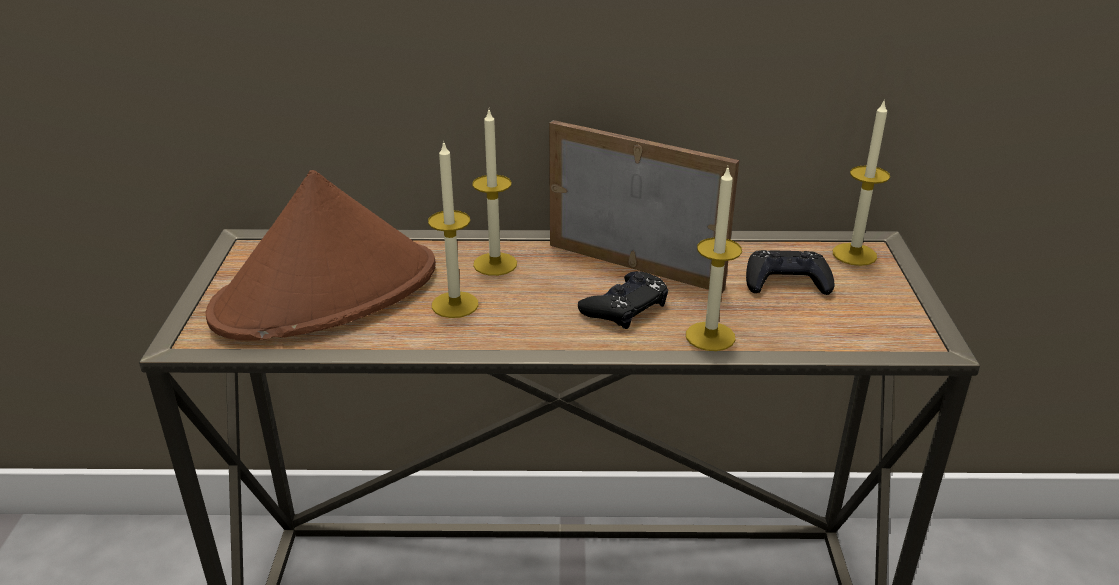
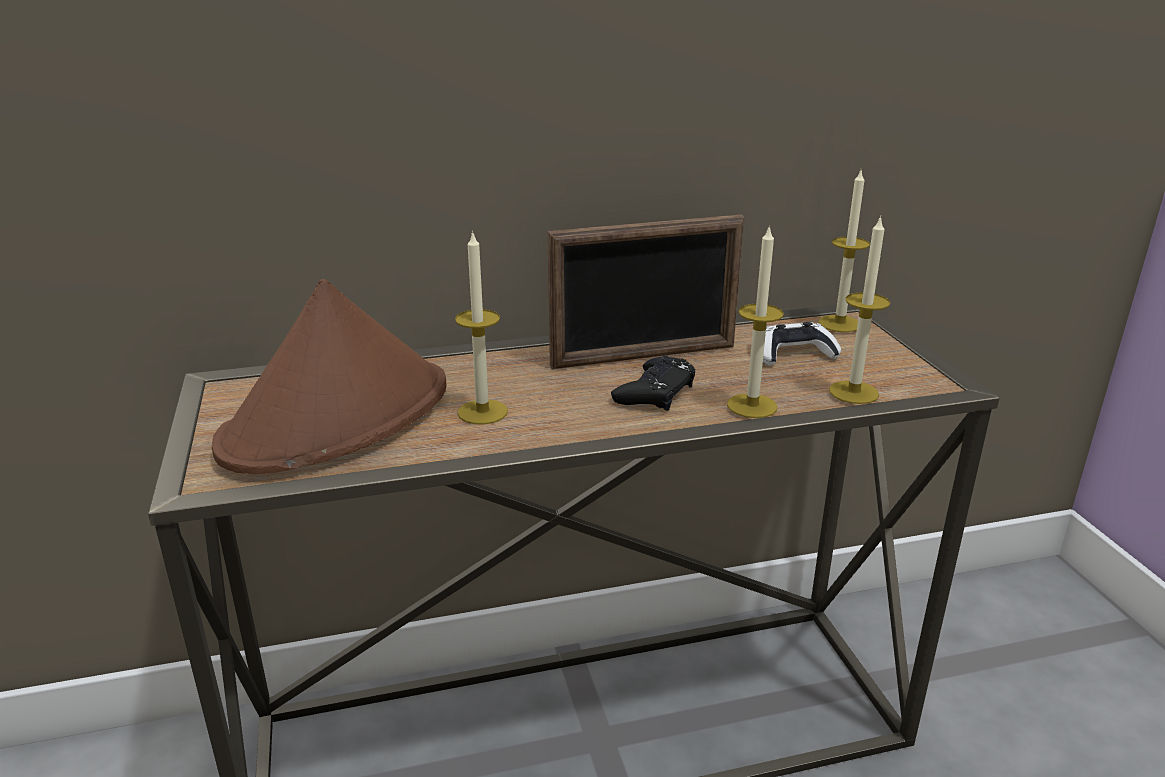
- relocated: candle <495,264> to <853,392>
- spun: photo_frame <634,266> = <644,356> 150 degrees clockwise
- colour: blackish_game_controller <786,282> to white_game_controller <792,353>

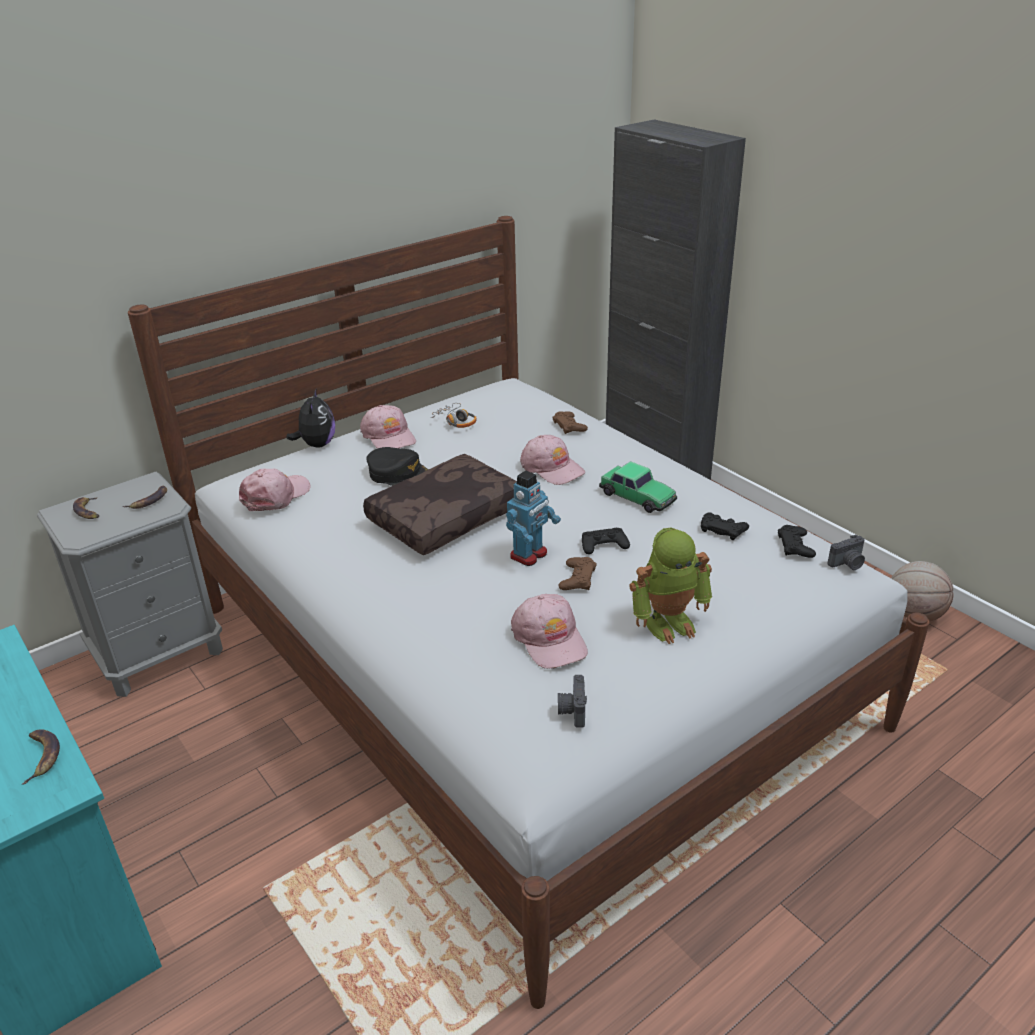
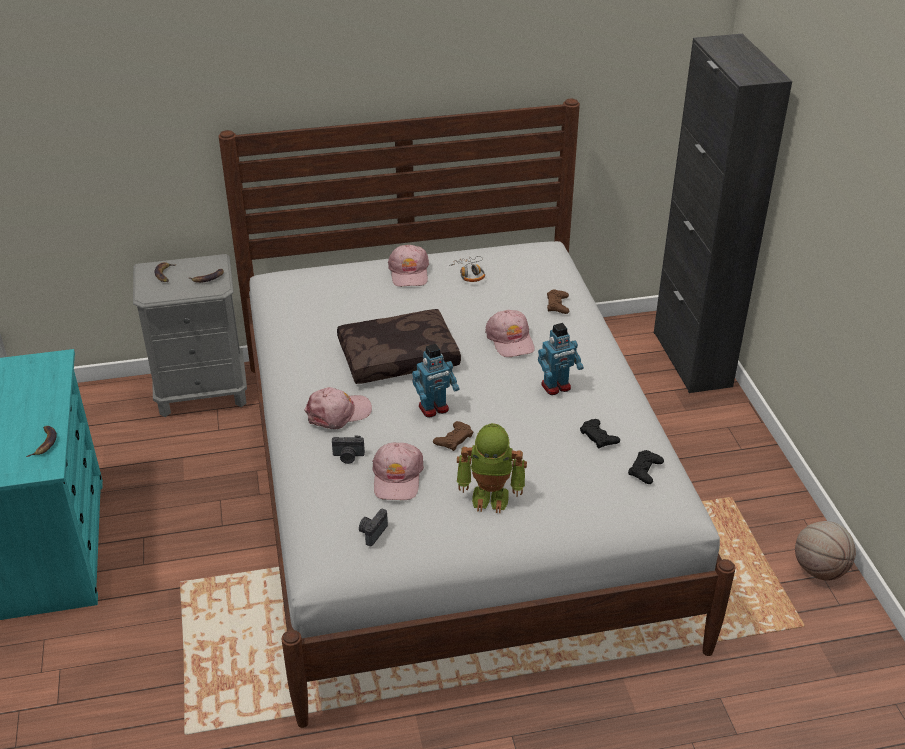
- relocated: pink_peaked_cap <276,496> to <338,413>
- missing: soft_toy <317,444>
- missing: blackish_peaked_cap <399,474>
- missing: blackish_game_controller <604,545>
- exchanged: model_car <637,497> to toy_robot <556,387>
- relocated: photo_camera <847,564> to <348,457>

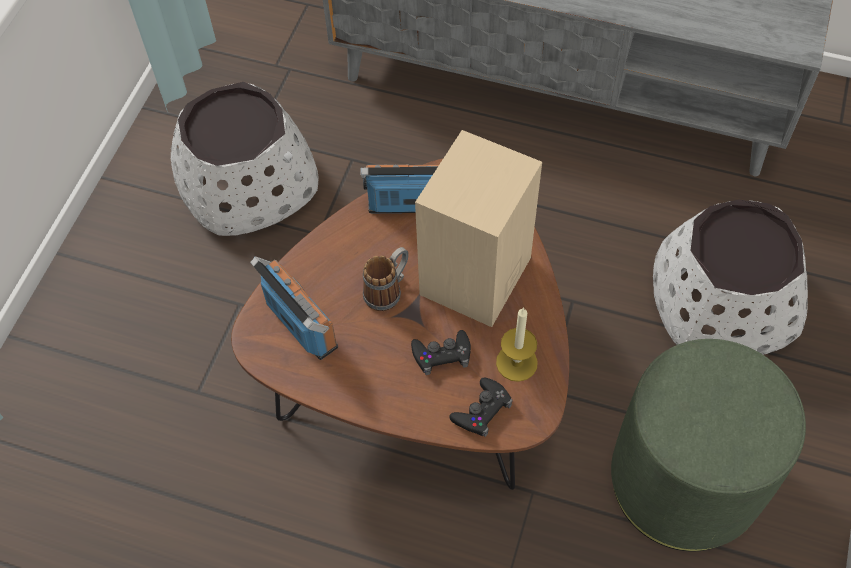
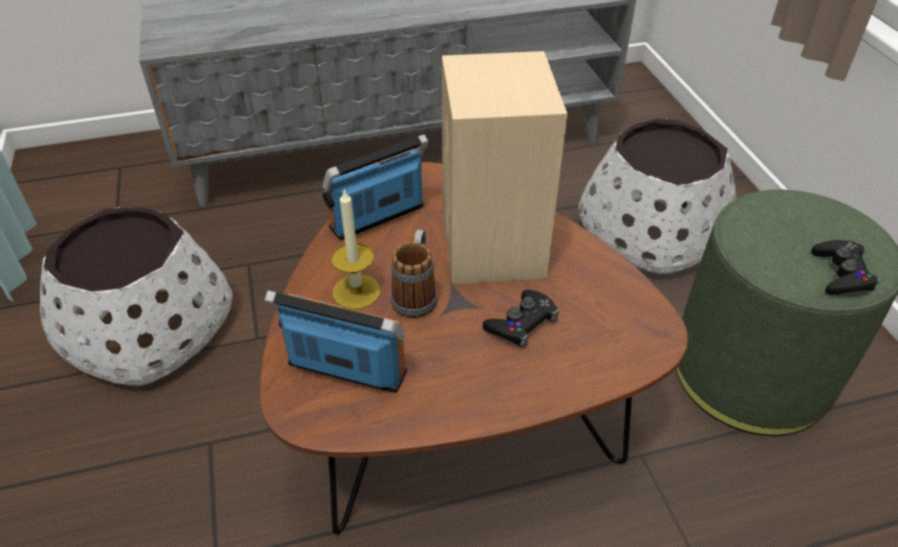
- relocated: blackish_game_controller <482,410> to <841,274>
- relocated: candle <516,362> to <356,292>

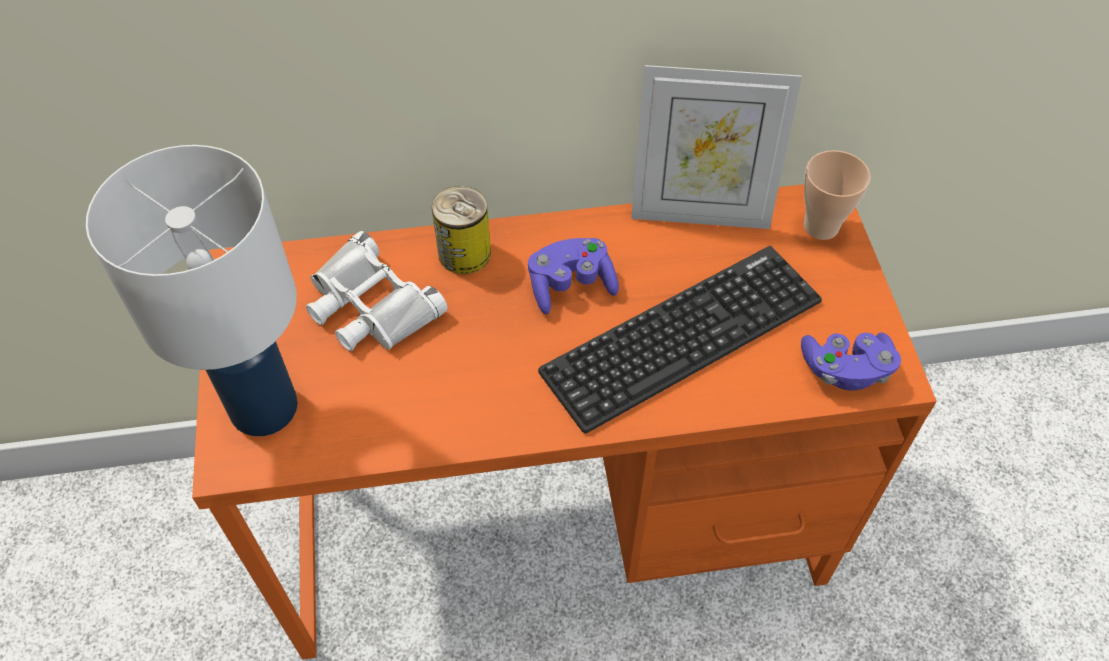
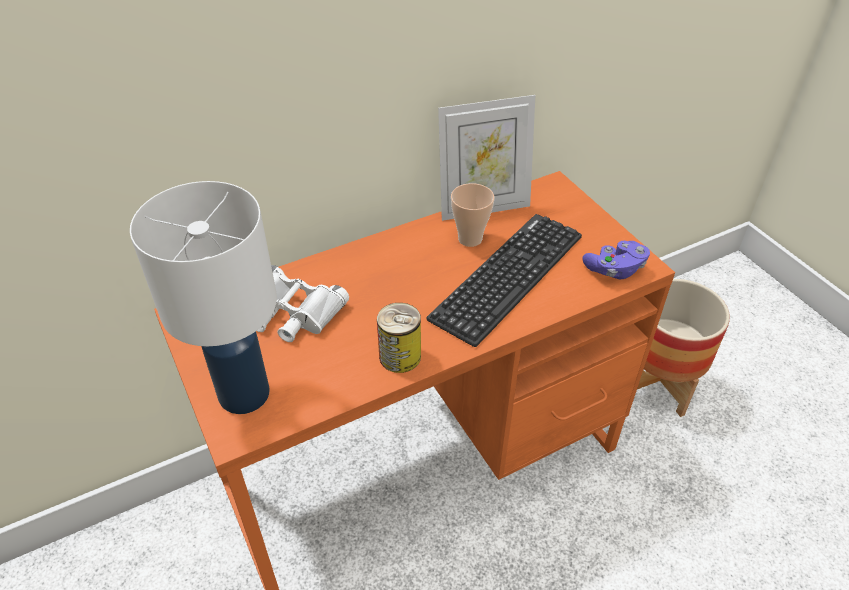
- relocated: sealed_can <464,253> to <400,356>
- missing: purple_game_controller <571,286>
- relocated: drinking_cup <821,227> to <470,239>
- appeared: plant_pot <658,386>

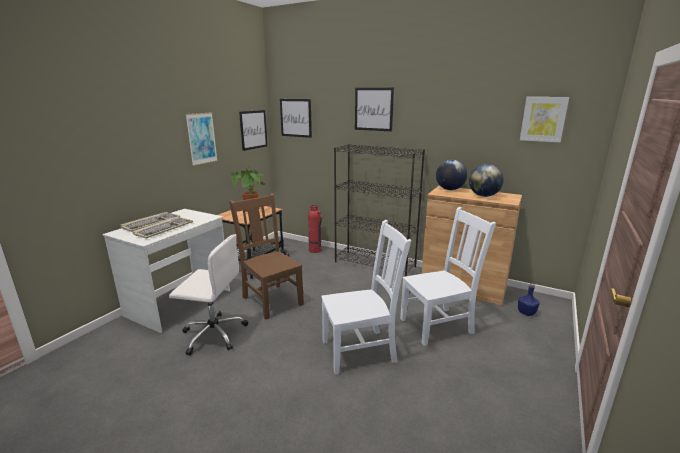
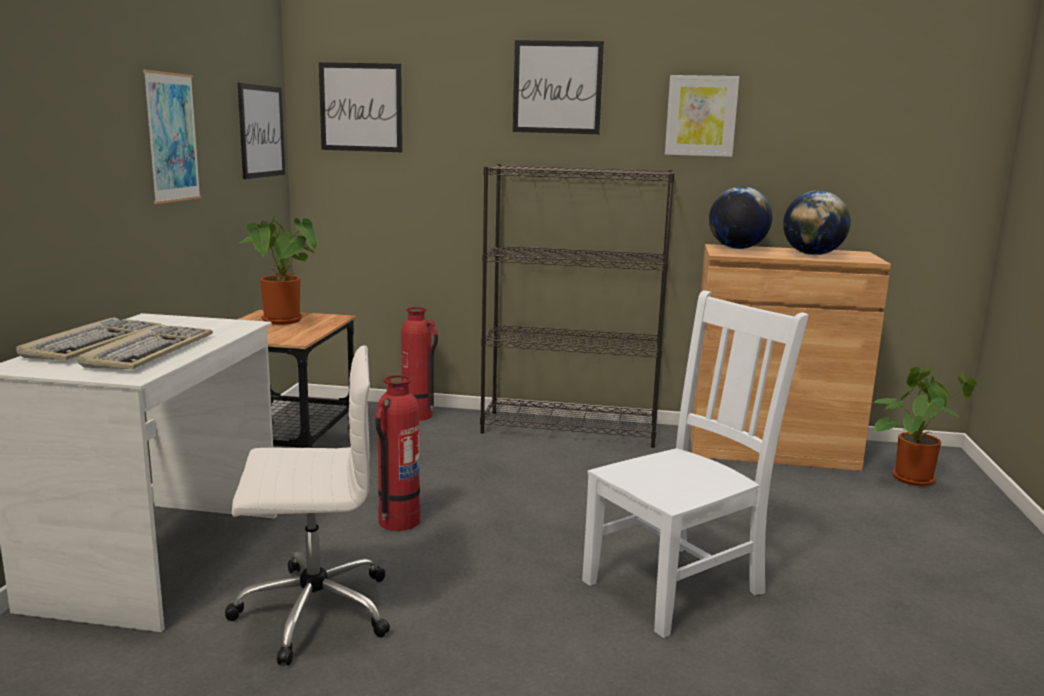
- exchanged: brown-coloured_plain_chair <271,300> to extinguisher <398,521>
- missing: white_plain_chair <438,325>
- exchanged: blue-coloured_drink_bottle <526,313> to plant_in_a_pot <912,477>
- relocated: wall_picture <543,119> to <701,116>

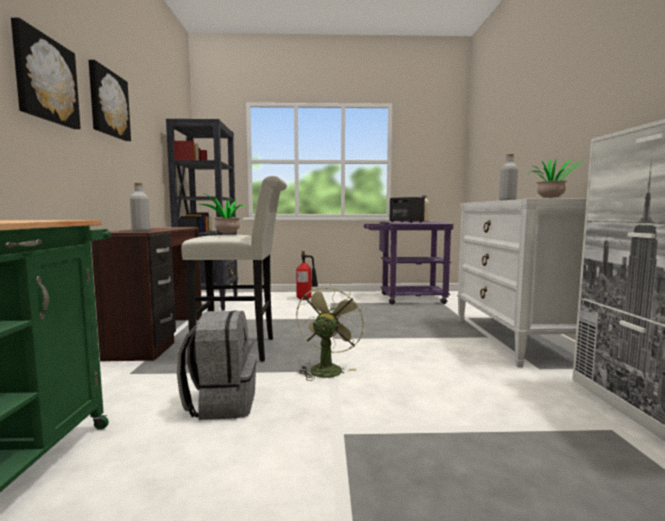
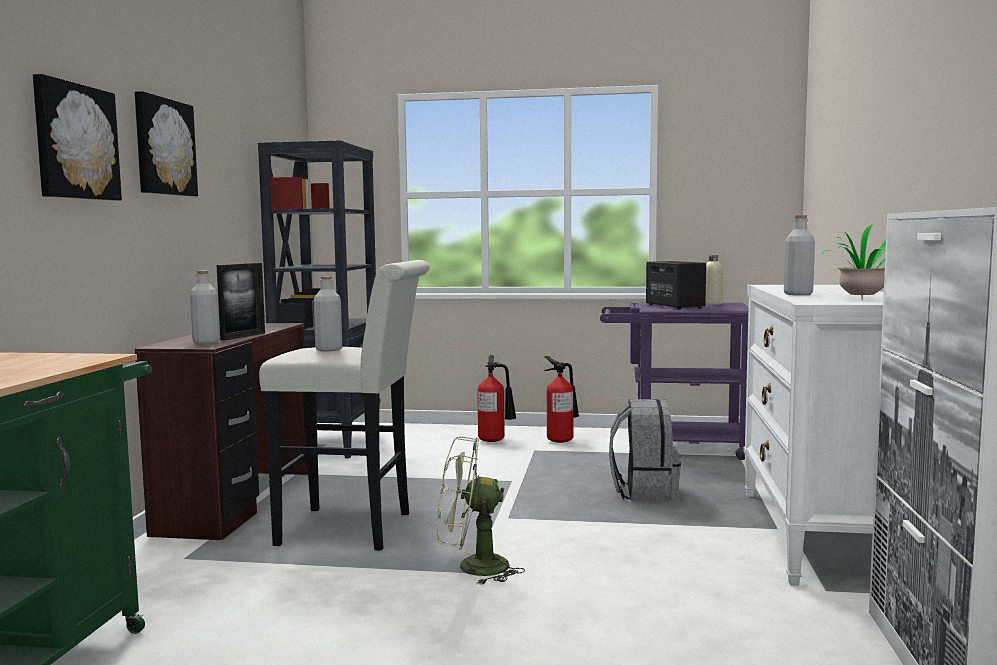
- relocated: grey_rucksack <221,404> to <644,492>
- exchanged: plant_in_a_pot <226,234> to grey_drink_bottle <329,349>
- spun: green-coloured_electric_fan <327,368> = <472,568> 120 degrees counterclockwise
- appeared: photo_frame <243,336>
- appeared: extinguisher <562,440>

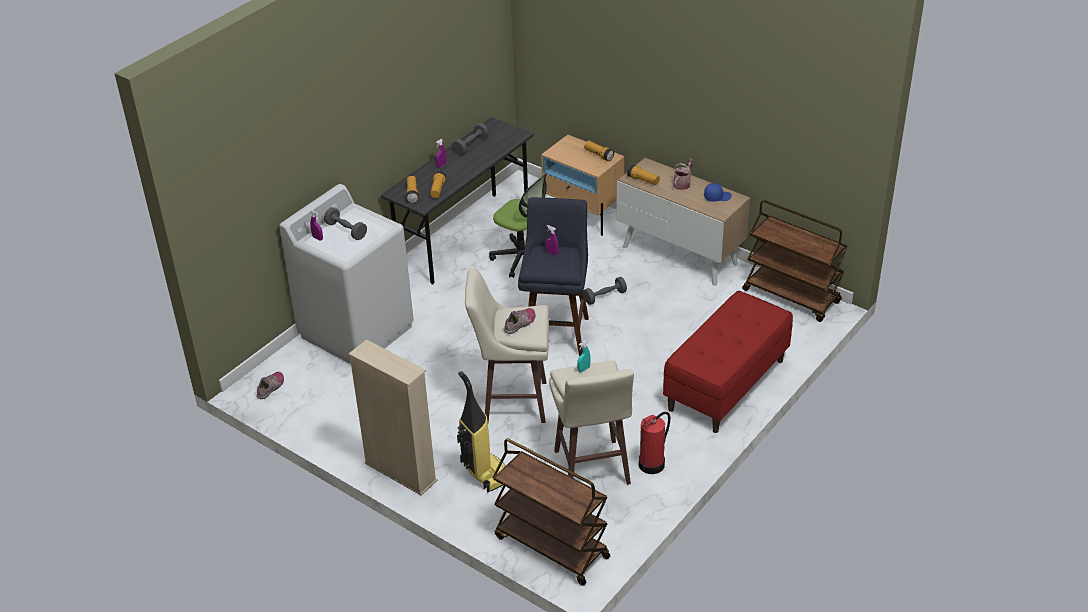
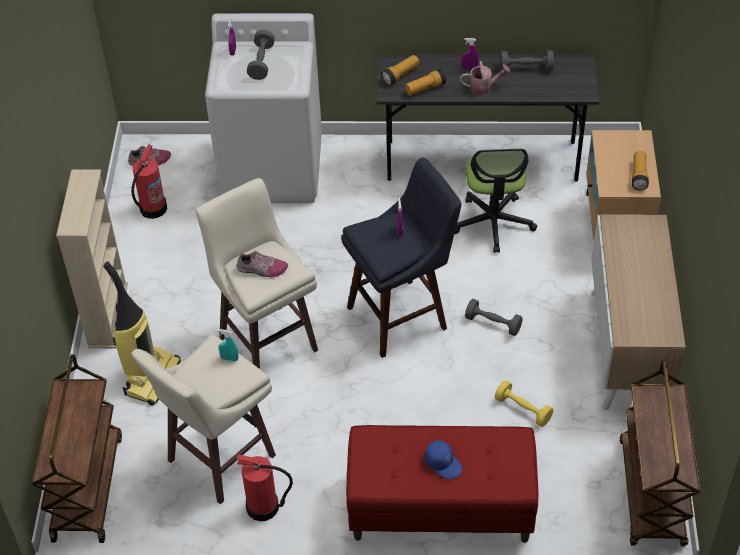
- missing: torch <643,180>
- relocated: watering_can <683,183> to <484,87>
- relocated: blue-coloured_peaked_cap <717,197> to <443,463>
- appeared: extinguisher <152,209>
- appeared: yellow-coloured_hand_weight <523,409>

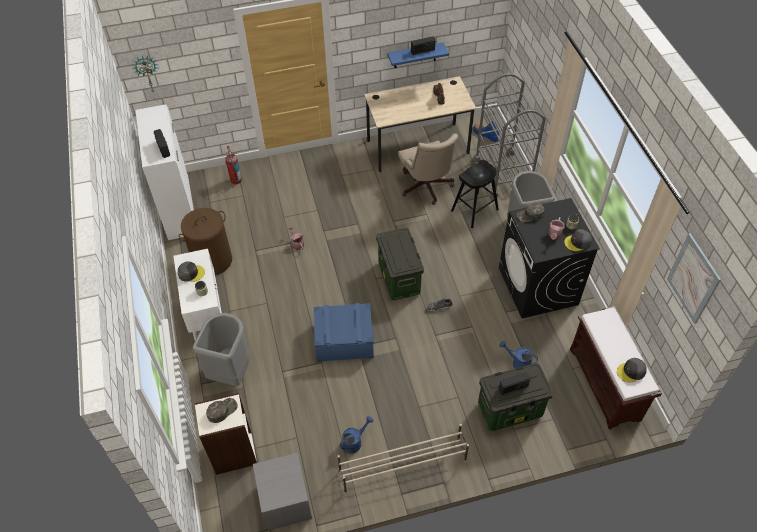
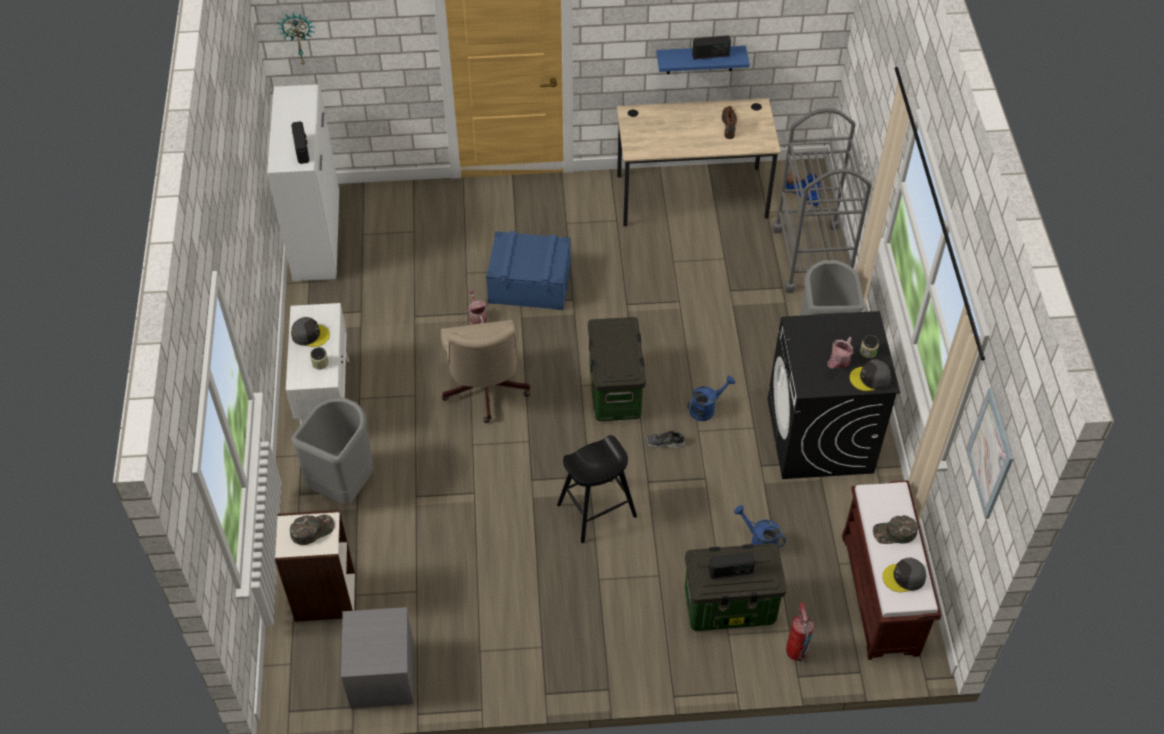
- missing: brown-coloured_hamper <212,260>
- relocated: extinguisher <236,180> to <796,652>
- relocated: blue-coloured_storage_container <344,340> to <530,283>
- missing: sand-coloured_shoe_rack <402,466>
- relocated: blue-coloured_watering_can <354,442> to <706,408>
- relocated: sand-coloured_computer_chair <426,188> to <485,392>
- relocated: blackish_stool <474,210> to <597,510>
- relocated: green-coloured_peaked_cap <530,215> to <894,533>

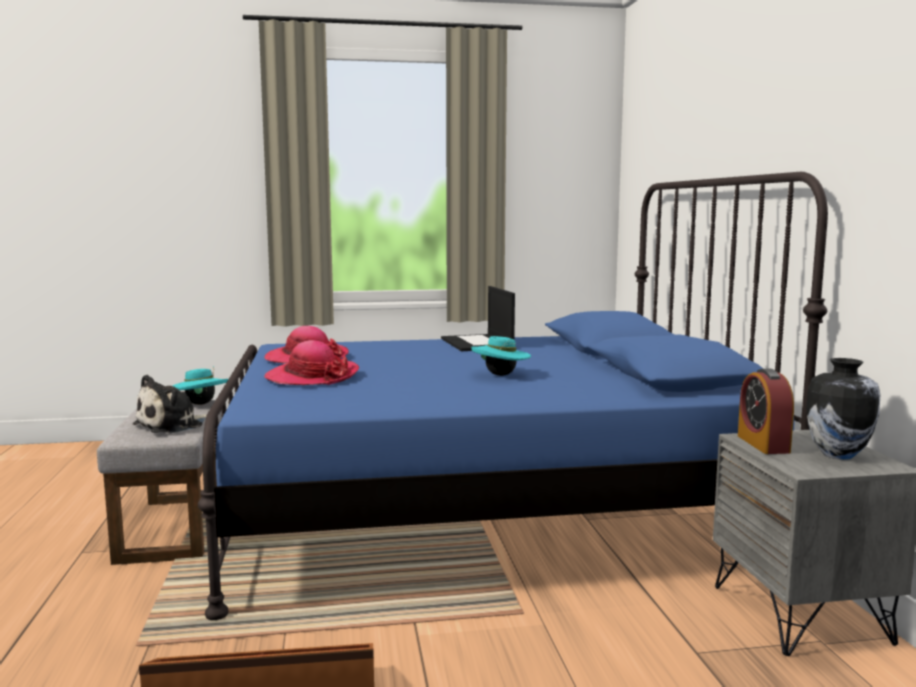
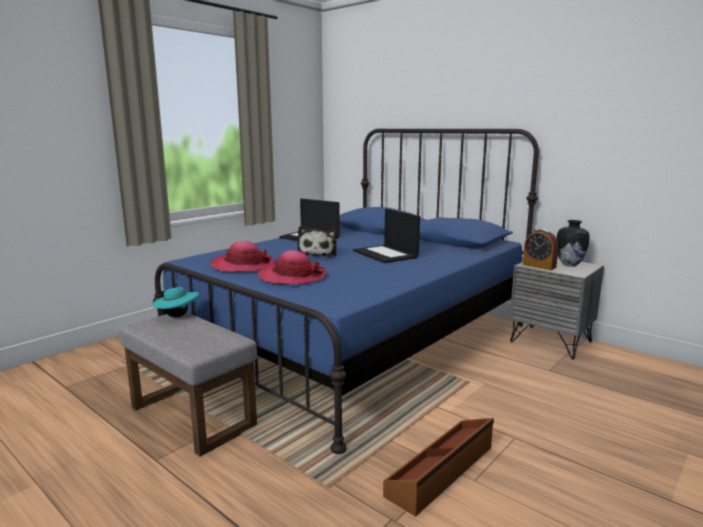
- relocated: soft_toy <173,425> to <318,254>
- exchanged: turquoise_hat <501,375> to notebook_computer <386,254>

